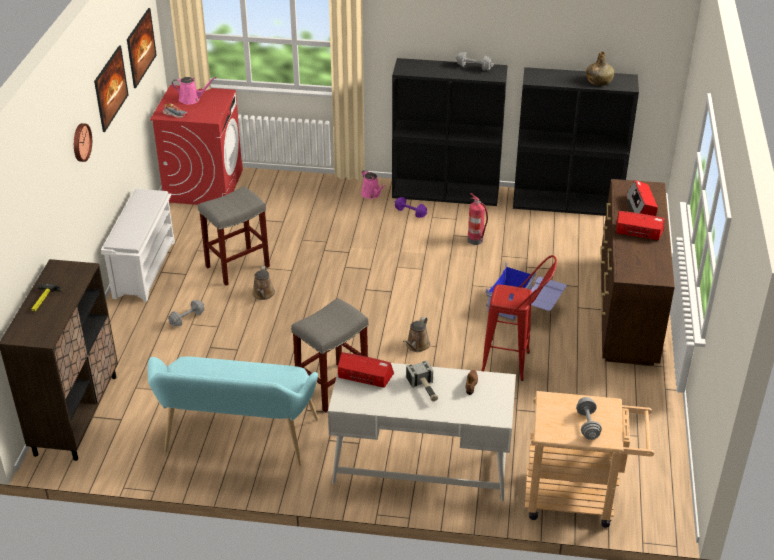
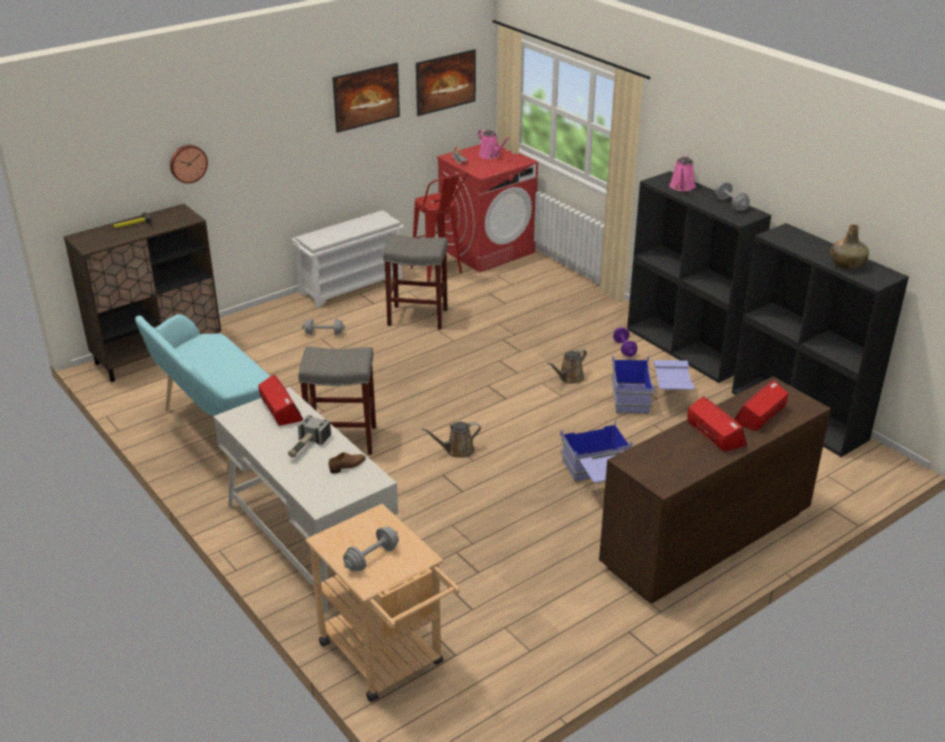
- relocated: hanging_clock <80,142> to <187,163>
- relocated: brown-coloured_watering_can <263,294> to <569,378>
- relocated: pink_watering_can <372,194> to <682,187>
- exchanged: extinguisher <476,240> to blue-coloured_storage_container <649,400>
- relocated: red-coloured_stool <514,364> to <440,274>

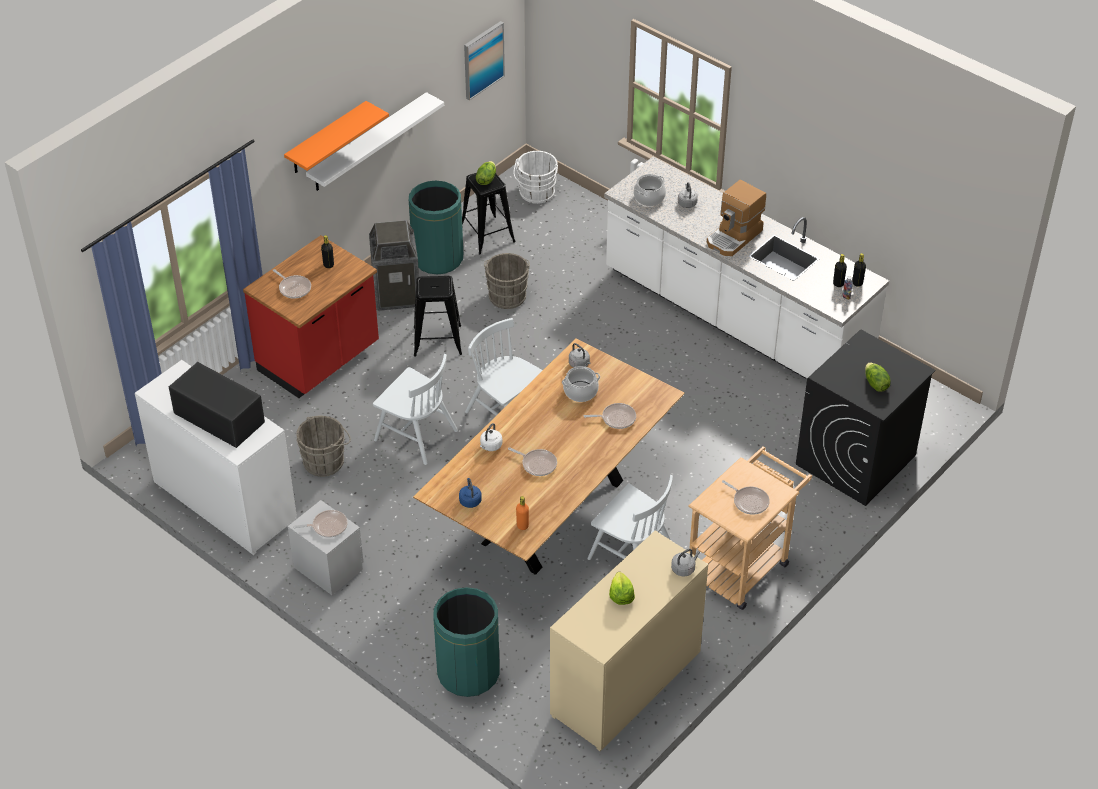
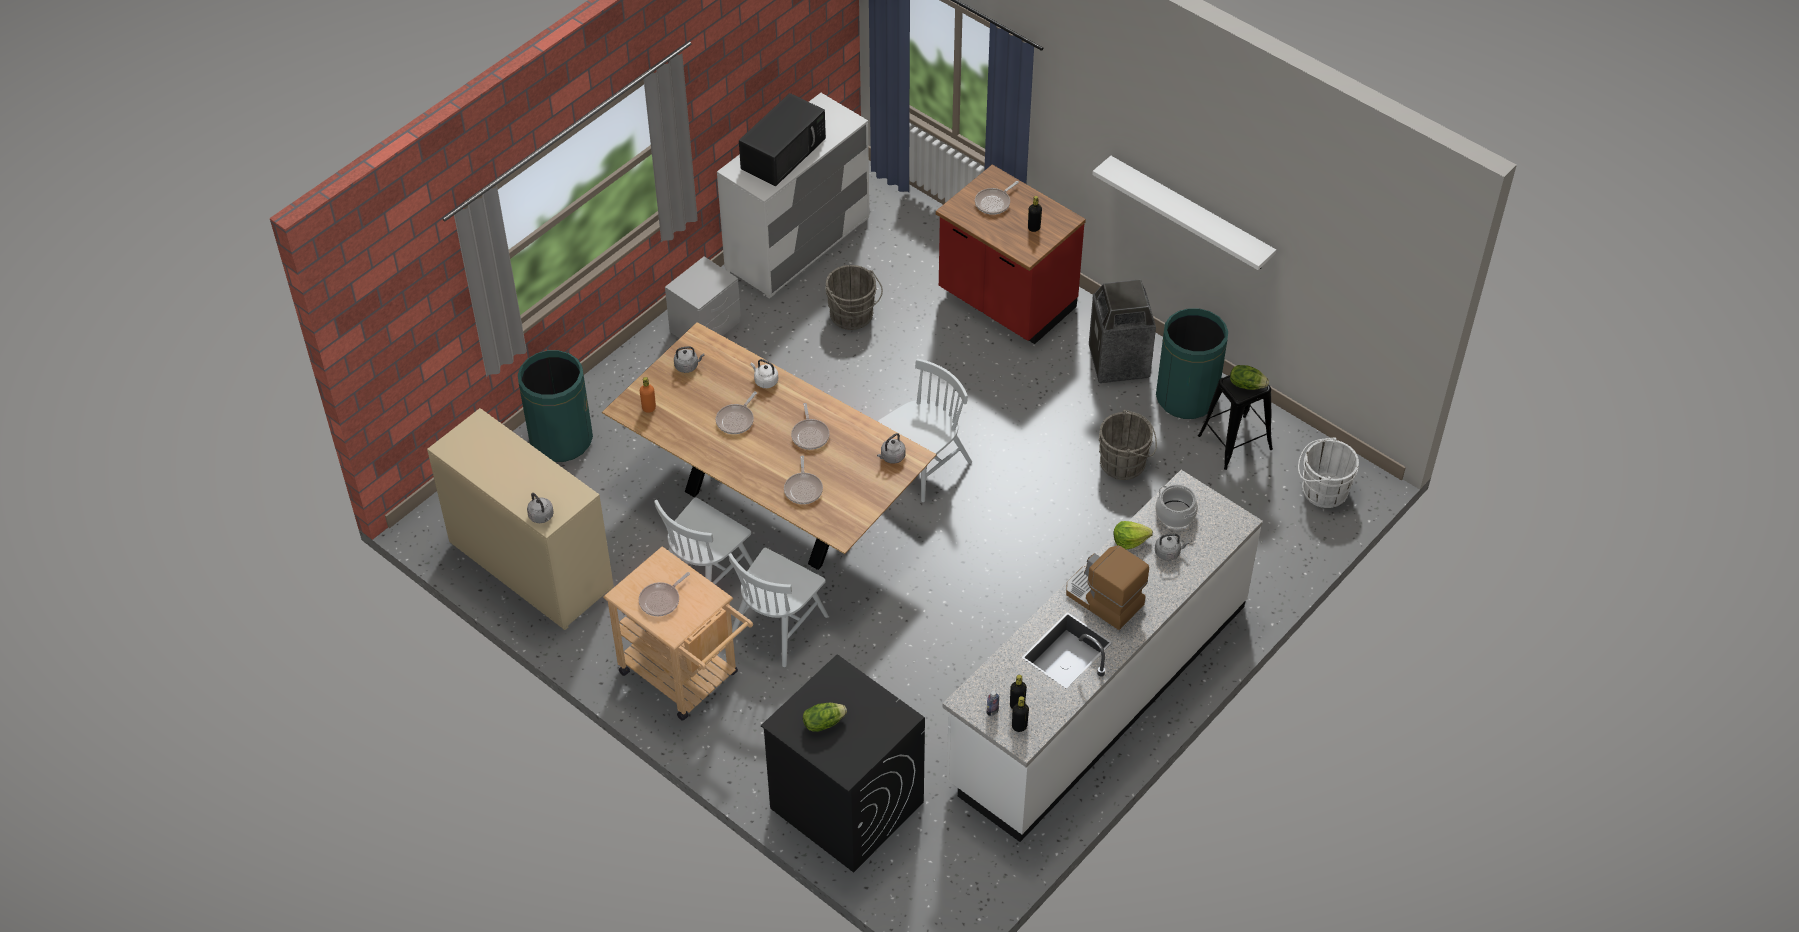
- missing: orangey_bracket_shelf <326,139>
- relocated: skillet <327,526> to <810,435>
- relocated: white_plain_chair <415,435> to <778,625>
- missing: blackish_stool <437,340>
- colour: blue-coloured_kettle <470,500> to grey_kettle <688,366>
- missing: wall_picture <483,60>
- missing: cooking_pot <580,391>
- relocated: lettuce <621,595> to <1129,540>

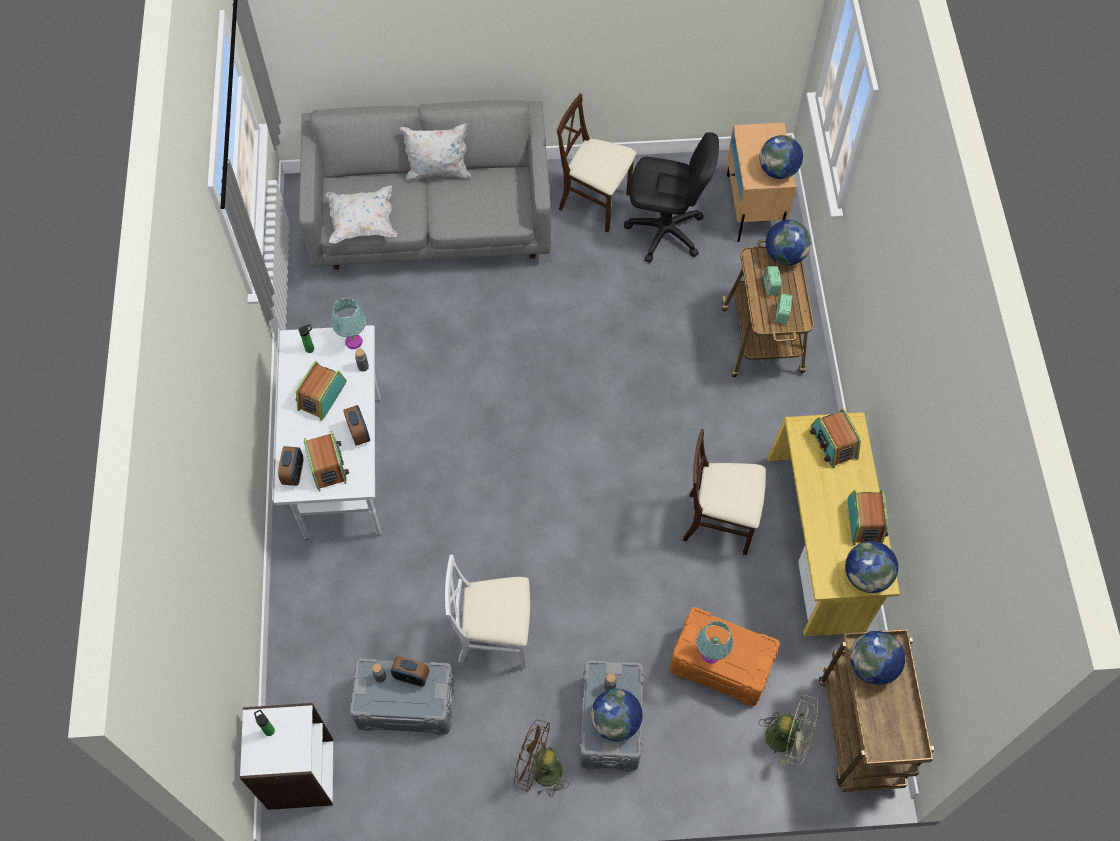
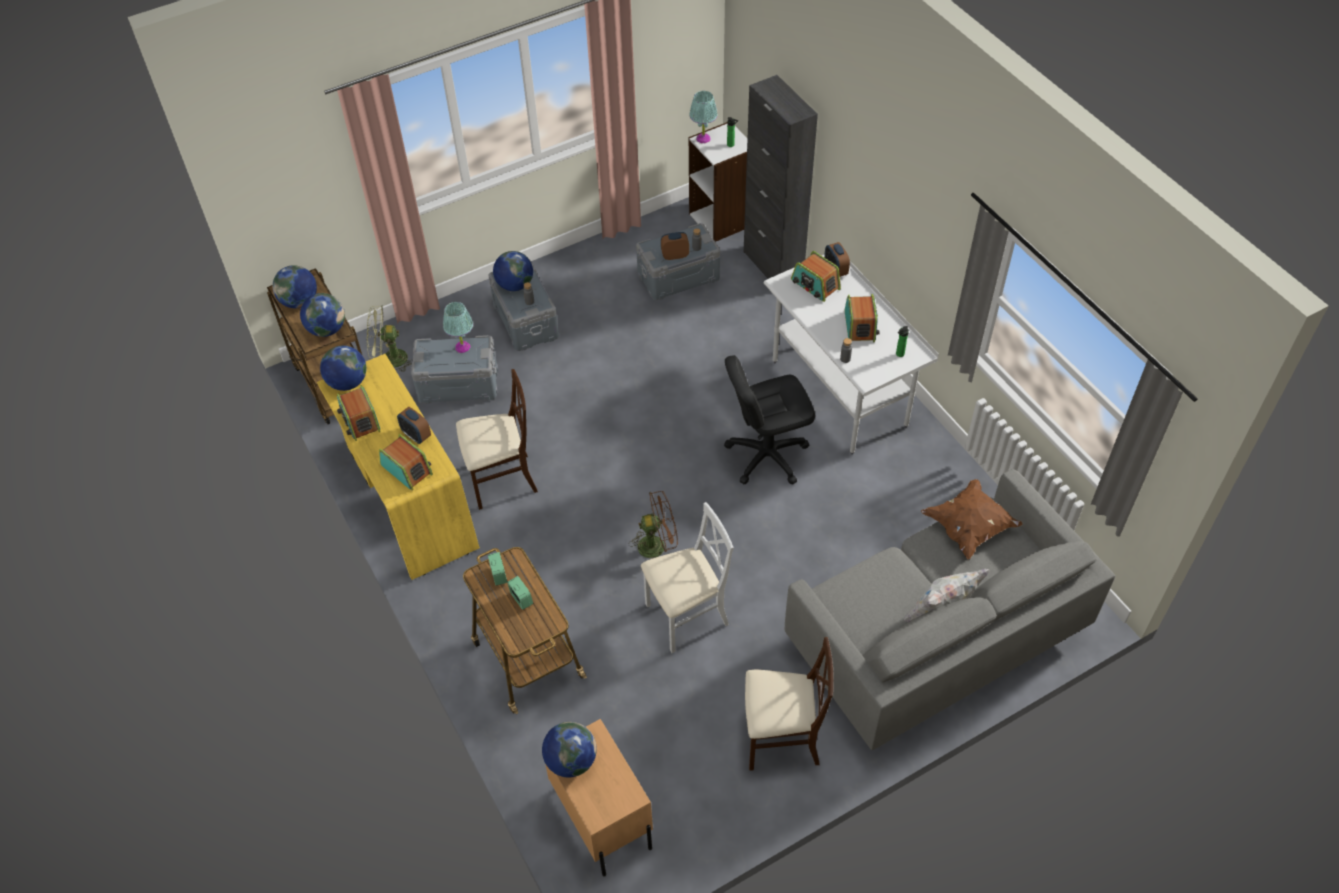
- colour: white_cushion <362,223> to brown-coloured_cushion <969,527>
- relocated: turquoise_table_lamp <354,341> to <703,138>
- relocated: bedside_clock <359,433> to <416,435>
- relocated: white_plain_chair <495,636> to <686,616>
- relocated: brown-coloured_electric_fan <539,770> to <657,545>
- relocated: blackish_computer_chair <665,232> to <766,455>
- colour: orangey_storage_container <720,665> to grey_storage_container <458,383>
- relocated: world_globe <785,255> to <299,301>
- appeared: blackish_cabinet <773,266>

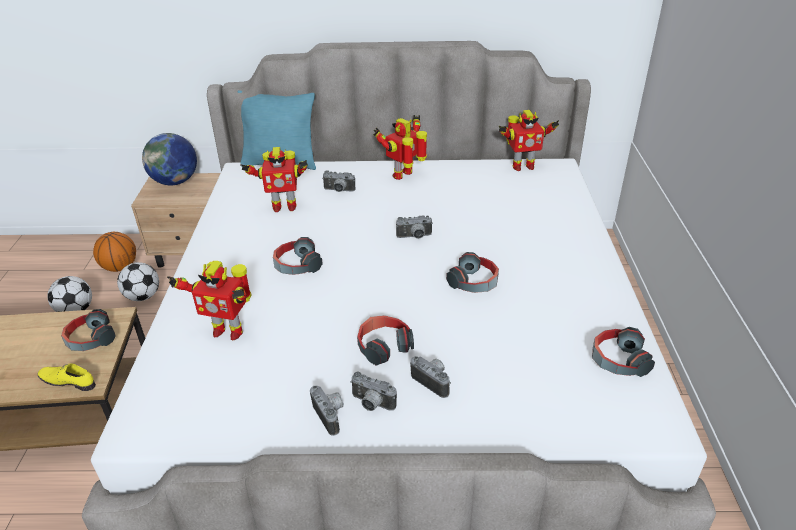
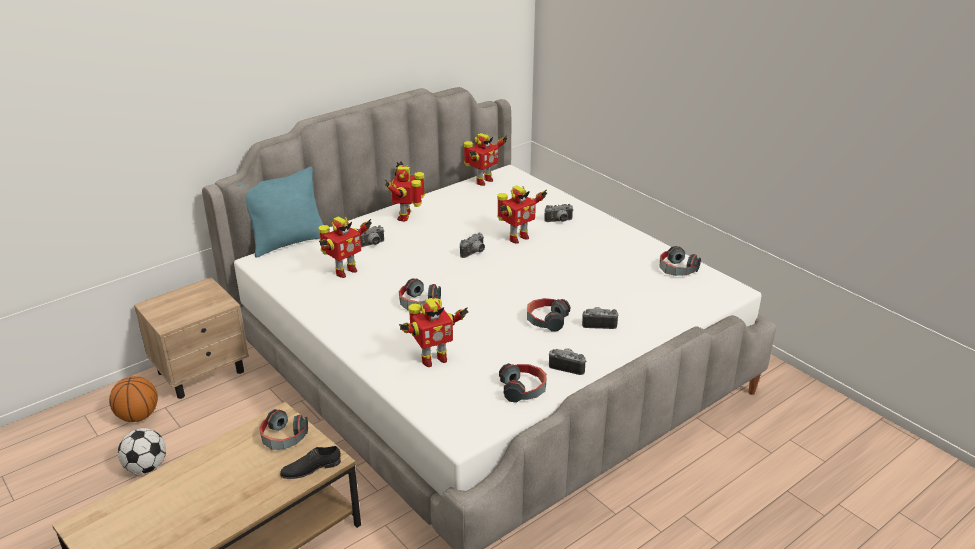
- colour: yellow-coloured_low_shoe <68,380> to blackish_low_shoe <311,468>
- missing: ball_for_football <143,296>
- missing: world_globe <175,182>
- relocated: photo_camera <371,404> to <559,221>
- relocated: headphones <474,282> to <523,389>
- appeared: toy_robot <517,238>

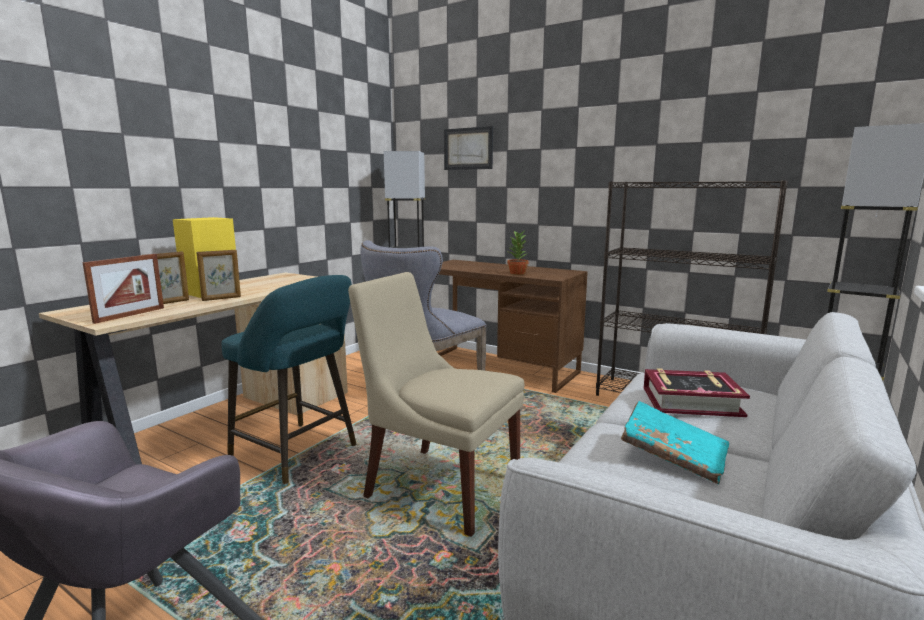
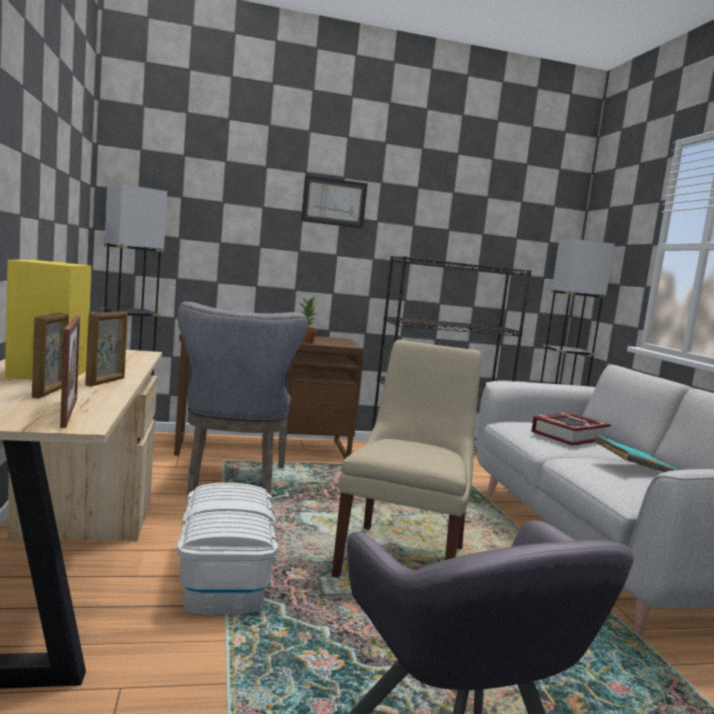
- exchanged: turquoise_stool <298,454> to white_storage_container <226,576>
- spun: sand-coloured_plain_chair <439,486> = <403,559> 120 degrees clockwise
- relocated: wall_picture <468,148> to <334,202>

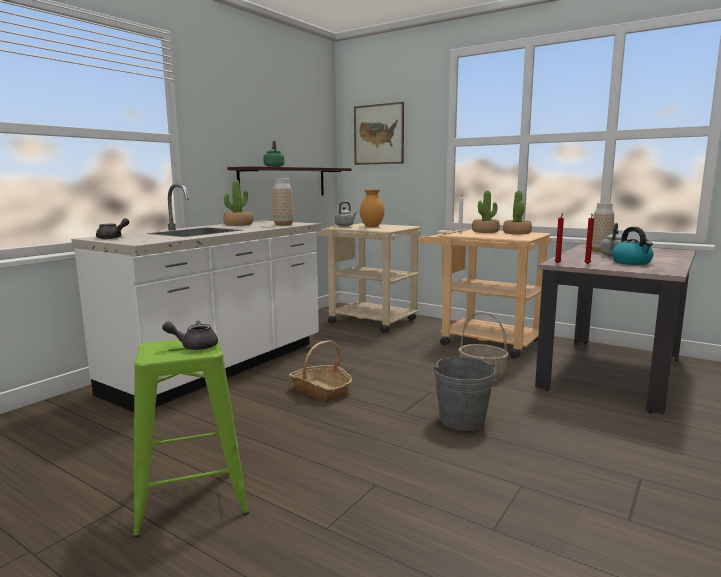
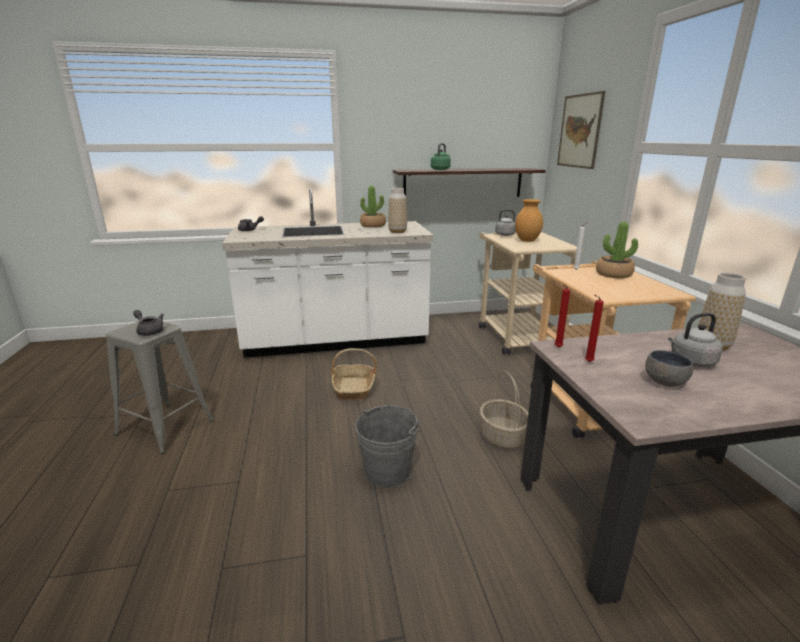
- colour: green-coloured_stool <192,498> to grey_stool <165,427>
- missing: plant_in_a_pot <517,233>
- exchanged: kettle <632,262> to grey_serving_bowl <666,382>

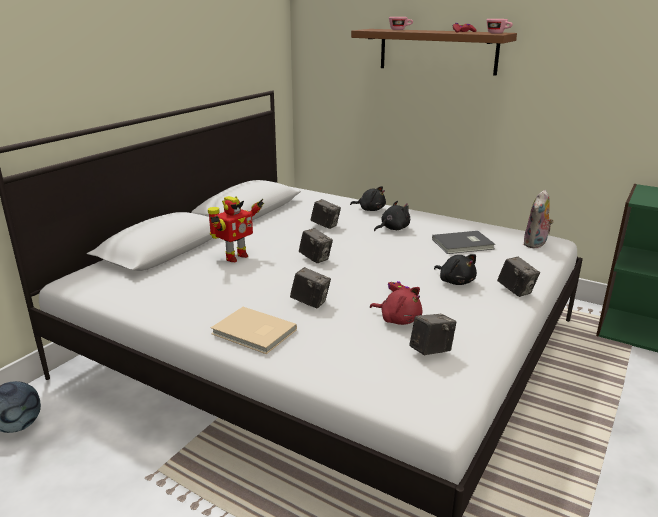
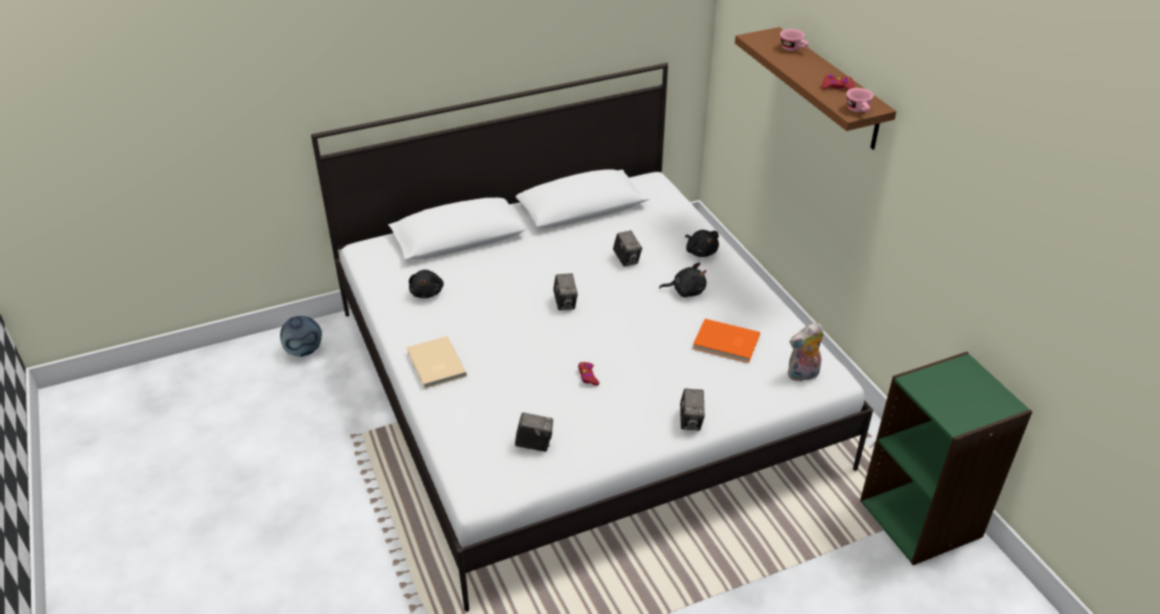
- missing: toy_robot <235,257>
- missing: photo_camera <310,302>
- missing: red-coloured_soft_toy <398,319>
- colour: grey_book <464,244> to orangey_book <726,343>
- relocated: blackish_soft_toy <455,281> to <427,292>

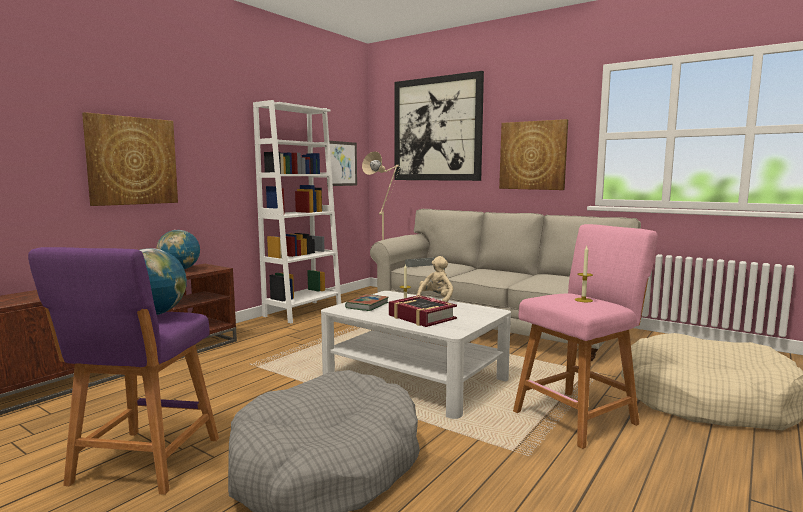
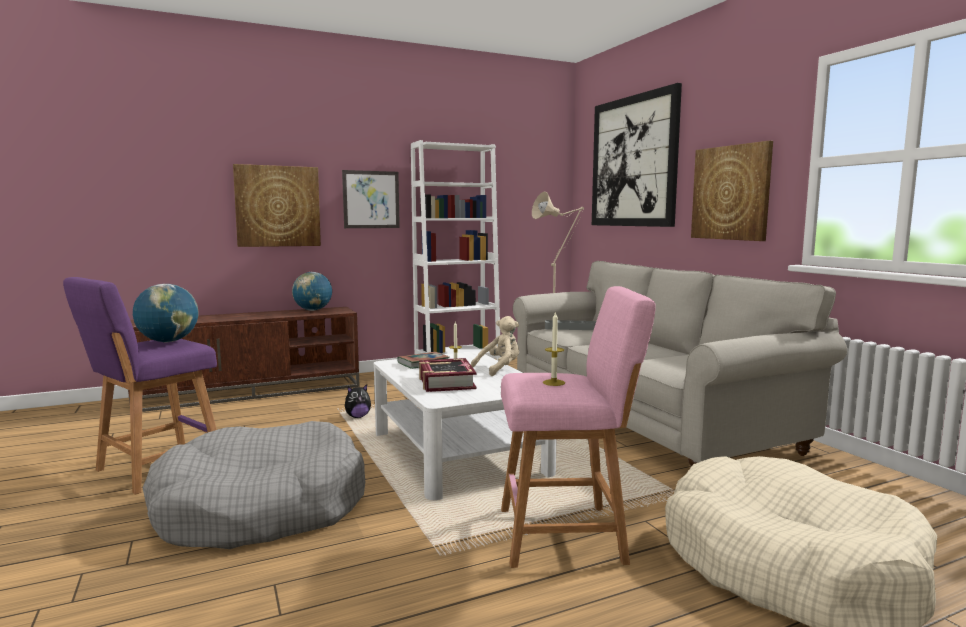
- relocated: wall_picture <341,163> to <371,199>
- appeared: soft_toy <358,416>

